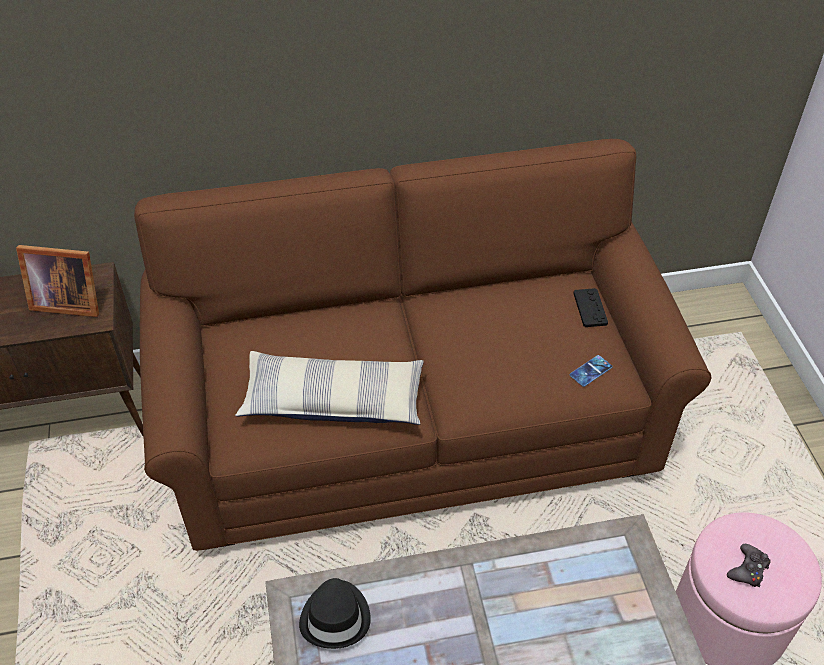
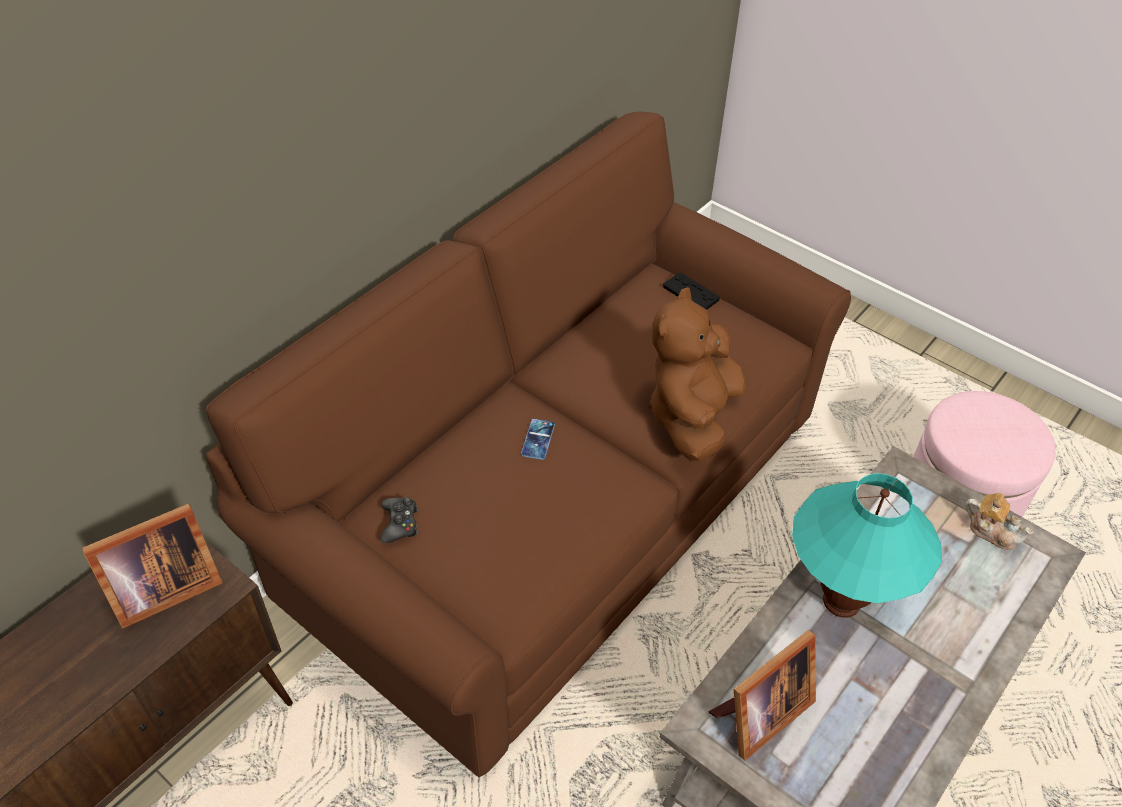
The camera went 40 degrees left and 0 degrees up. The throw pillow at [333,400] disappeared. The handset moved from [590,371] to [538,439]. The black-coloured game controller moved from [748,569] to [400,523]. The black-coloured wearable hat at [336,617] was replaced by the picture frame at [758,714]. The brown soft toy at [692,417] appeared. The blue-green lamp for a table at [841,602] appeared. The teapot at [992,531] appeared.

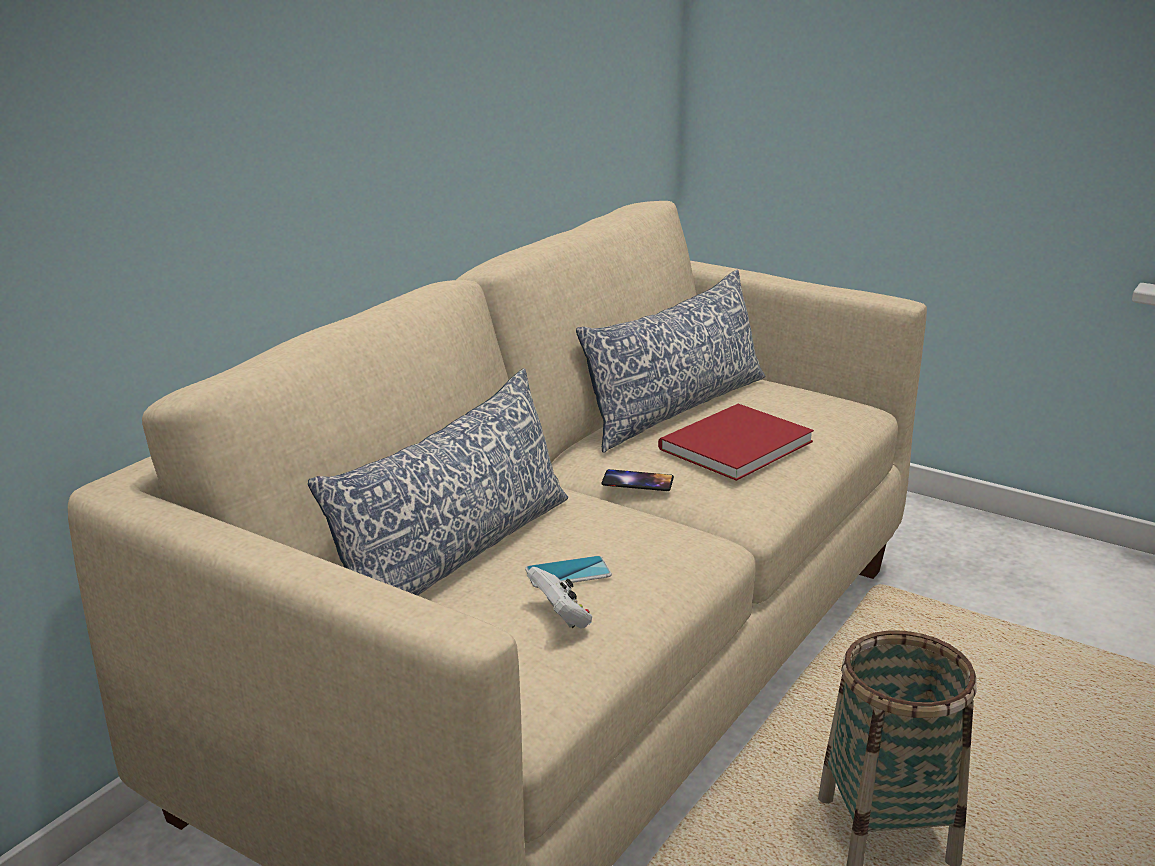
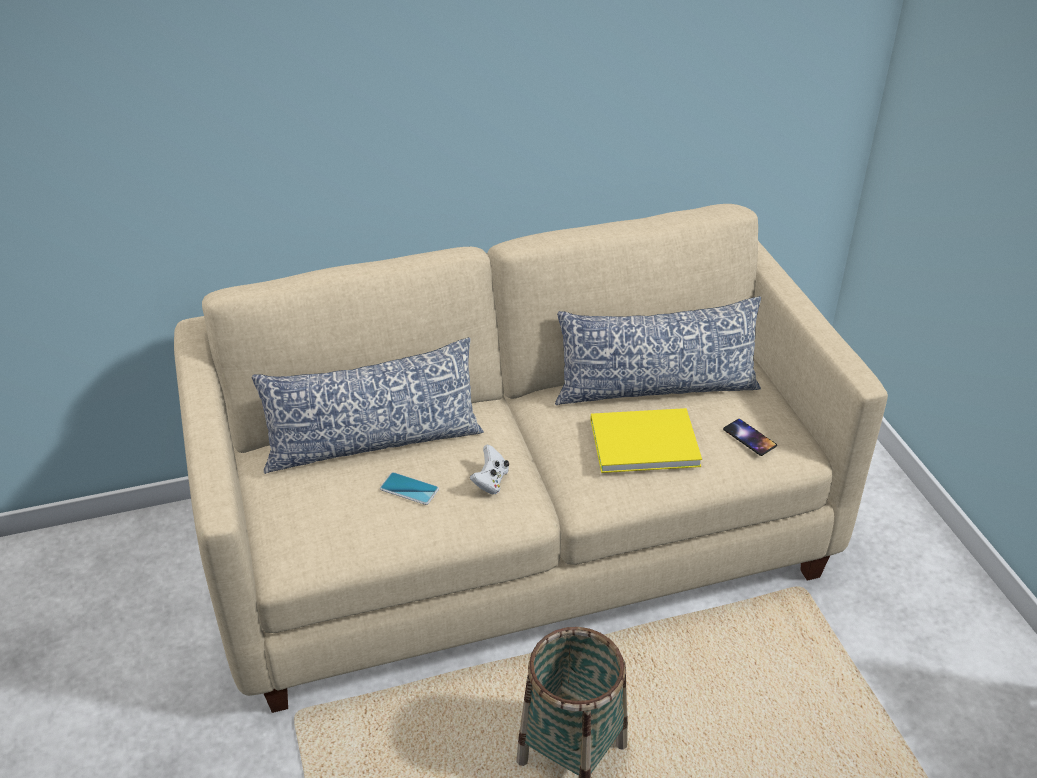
The camera went 40 degrees right and 15 degrees up. The red-coloured bound book at [730,445] became the yellow bound book at [640,441]. The handset moved from [637,481] to [749,437]. The whitish game controller moved from [561,618] to [490,481].

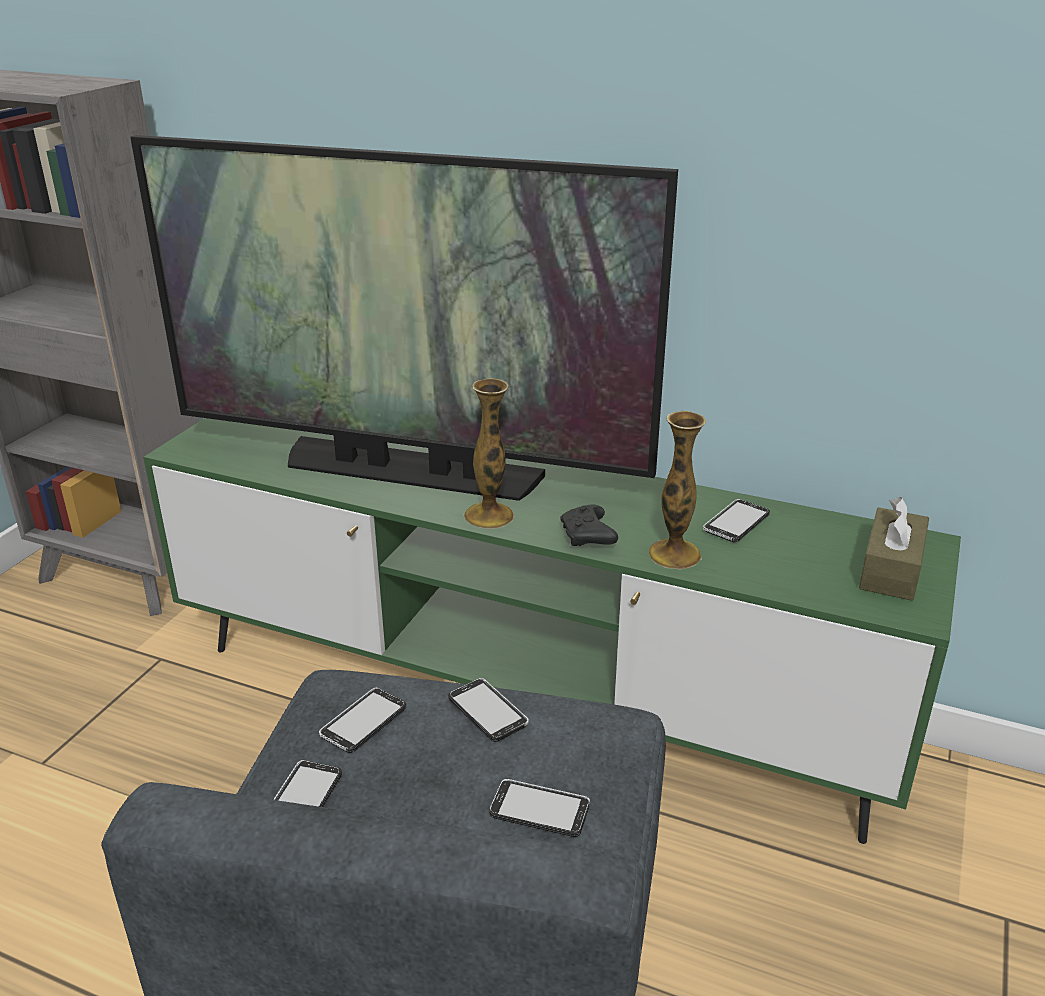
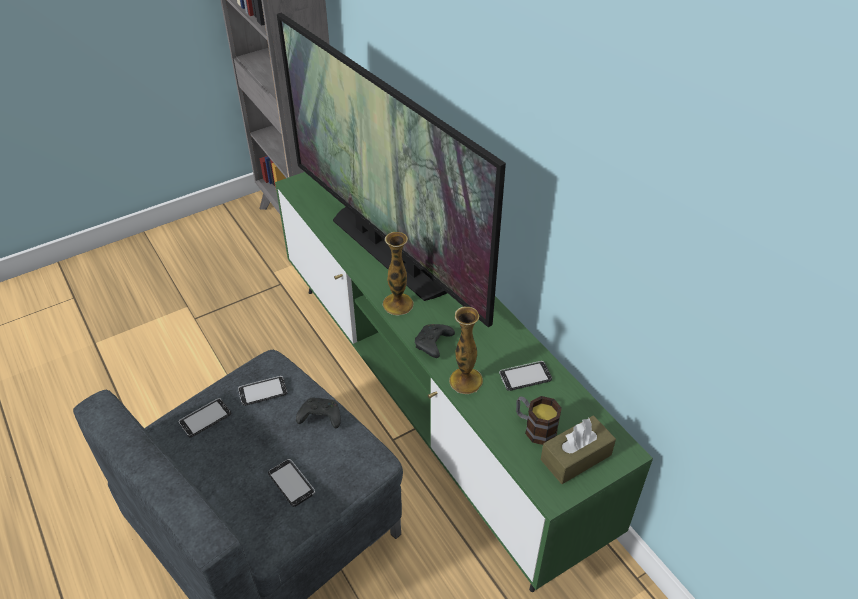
The camera went 35 degrees right and 15 degrees up. The handset at [487,712] was replaced by the black-coloured game controller at [319,417]. The tea mug at [535,427] appeared.

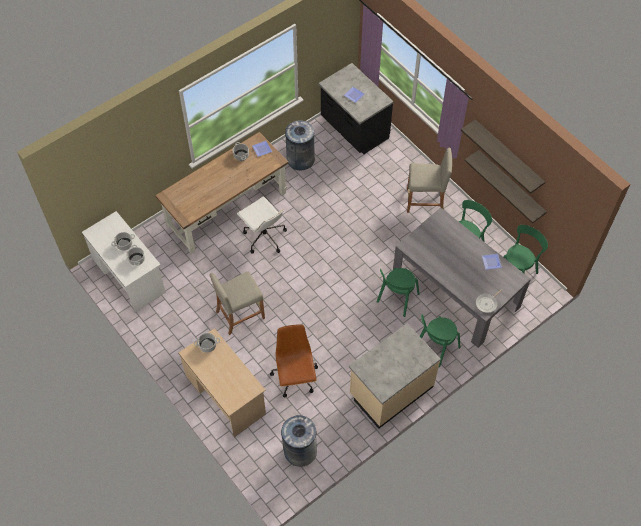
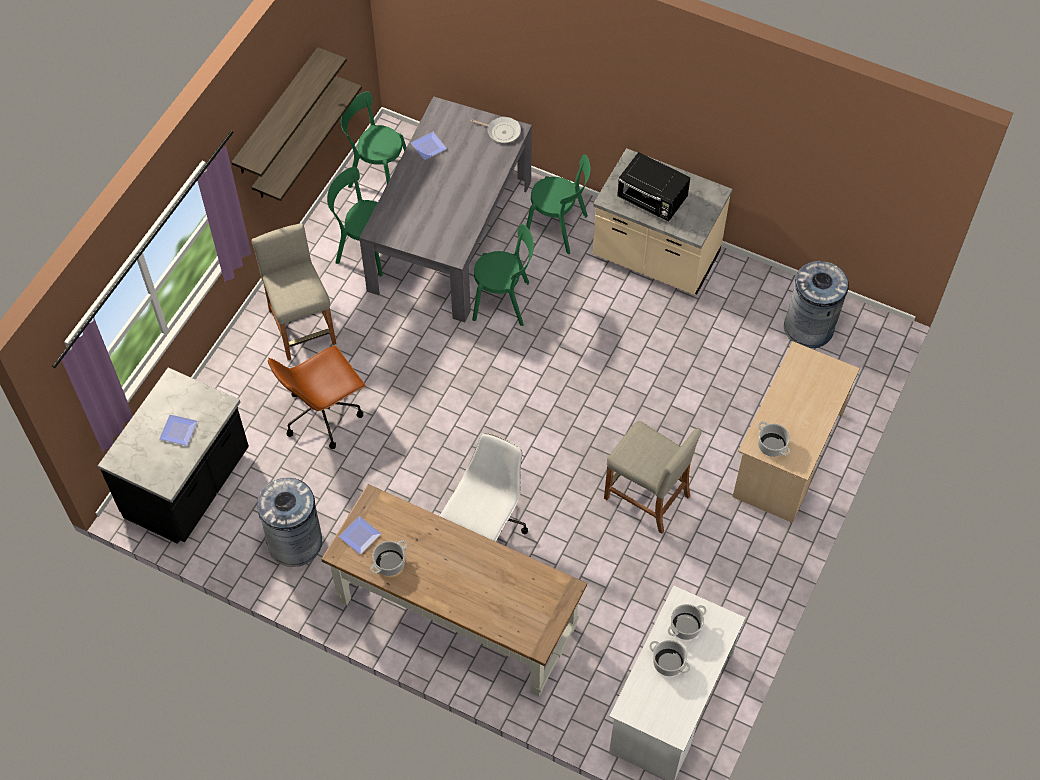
The camera went 115 degrees left and 0 degrees up. The brown computer chair moved from [295,377] to [323,414]. The black-coloured microwave at [652,200] appeared.

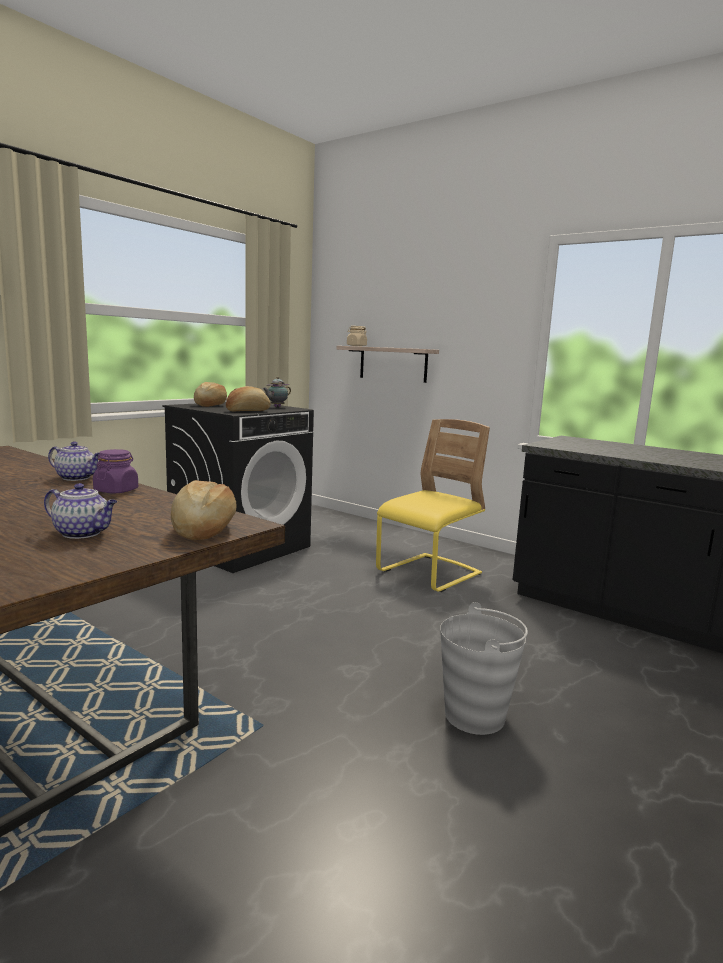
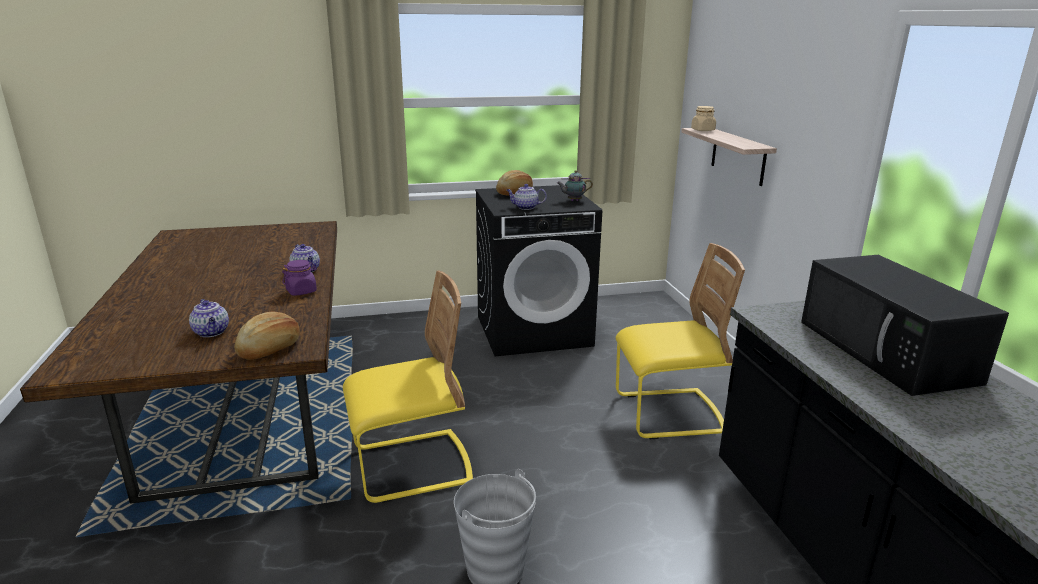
The camera went 40 degrees right and 10 degrees up. The bakery bread at [247,411] was replaced by the teapot at [525,207]. The black-coloured microwave at [887,352] appeared. The yellow plain chair at [411,466] appeared.

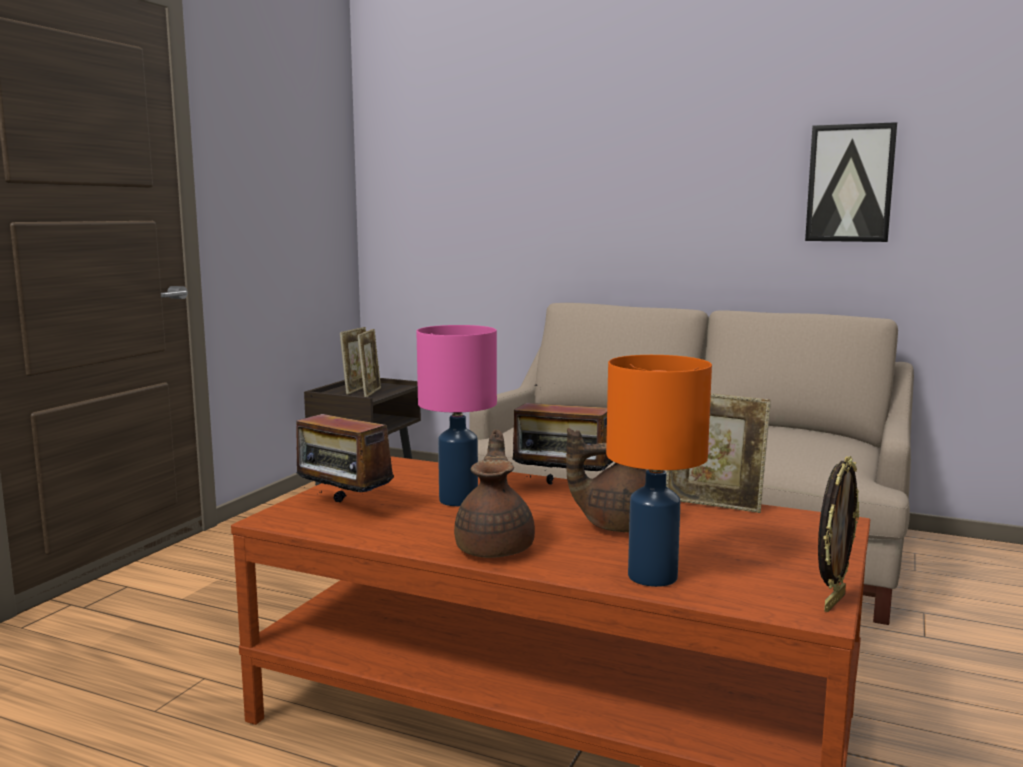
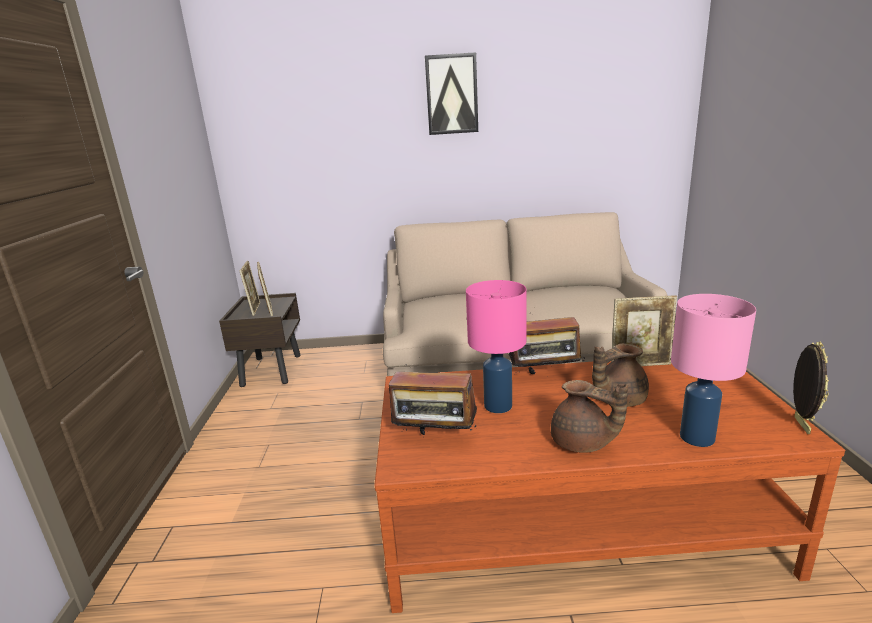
The camera went 25 degrees left and 10 degrees up. The wall picture moved from [850,183] to [451,94]. The orangey lamp for a table at [650,576] became the pink lamp for a table at [696,437]. The brown teapot at [496,548] turned 150 degrees clockwise.

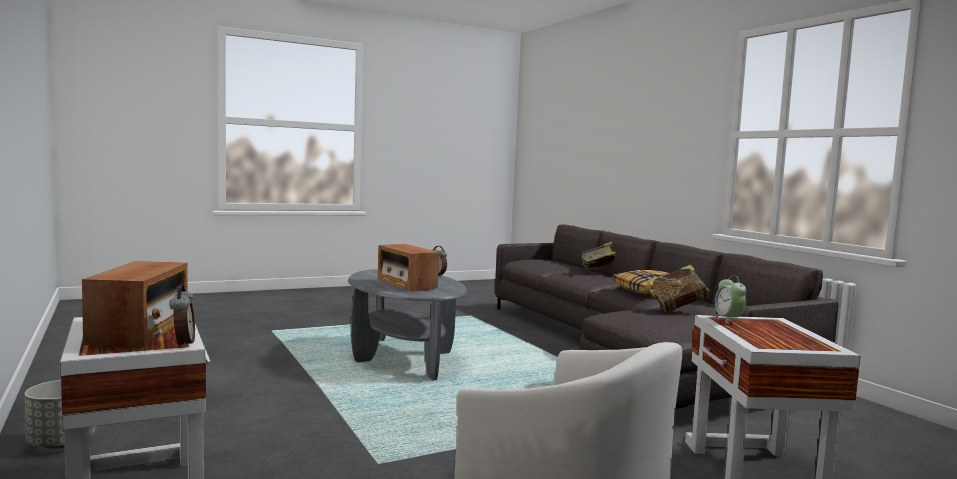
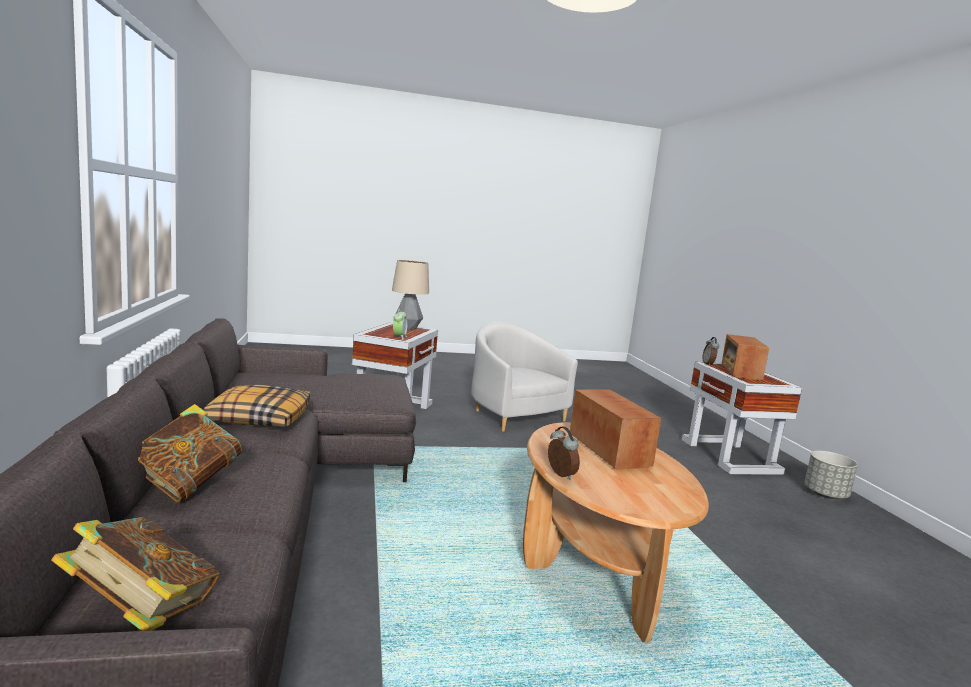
The camera went 165 degrees left and 5 degrees up. The bound book moved from [677,309] to [142,613]. The grey low table at [403,357] became the brown low table at [595,566]. The lamp for a table at [407,328] appeared.

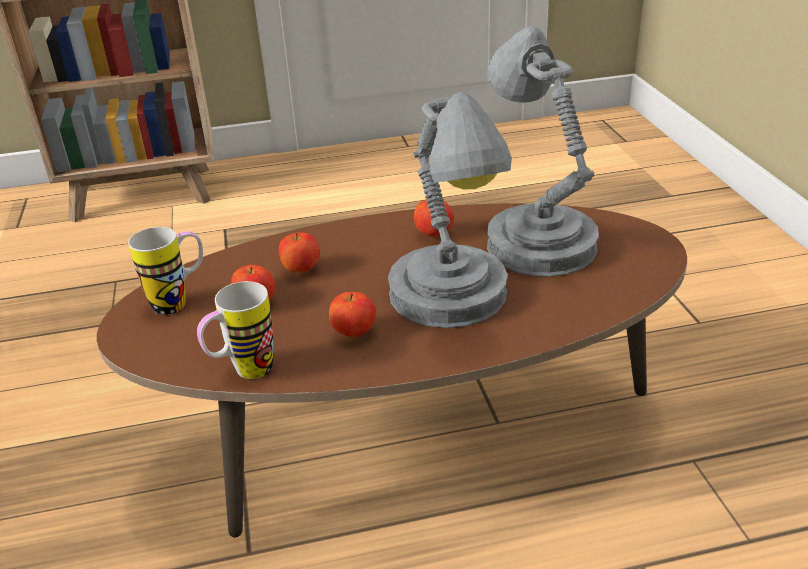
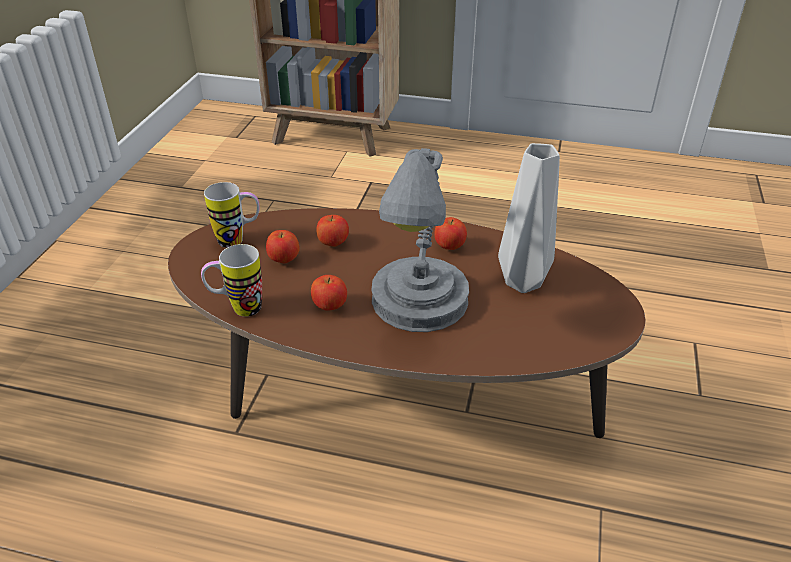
The camera went 25 degrees right and 5 degrees up. The grey lamp for a table at [536,242] was replaced by the grey decorative vase at [523,280].

